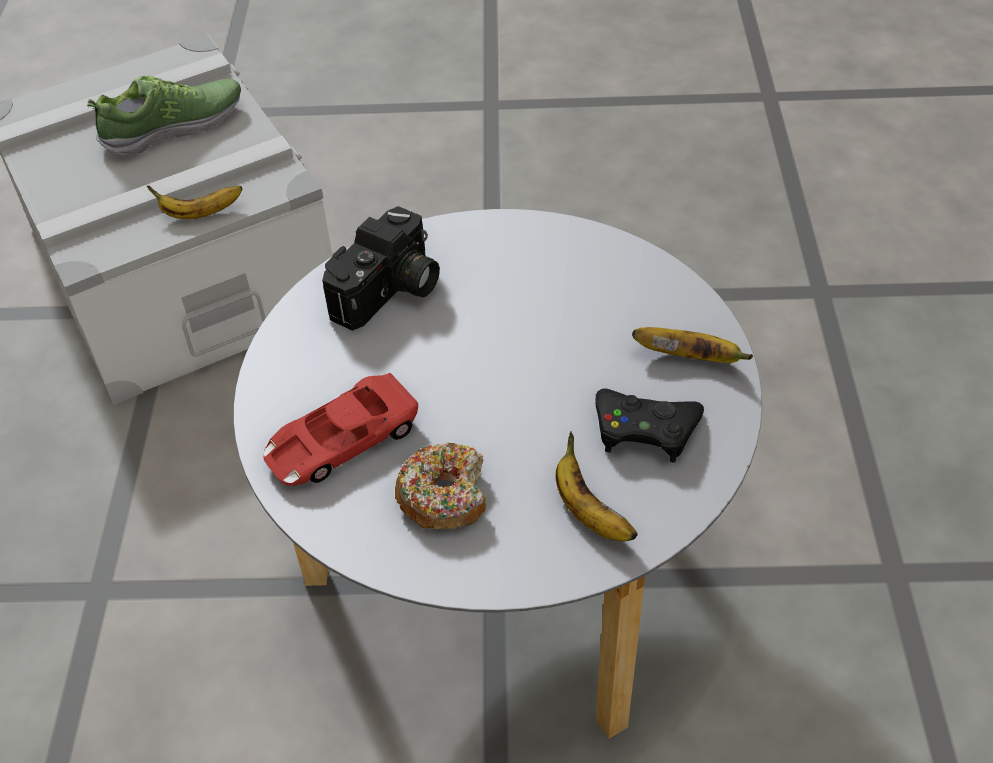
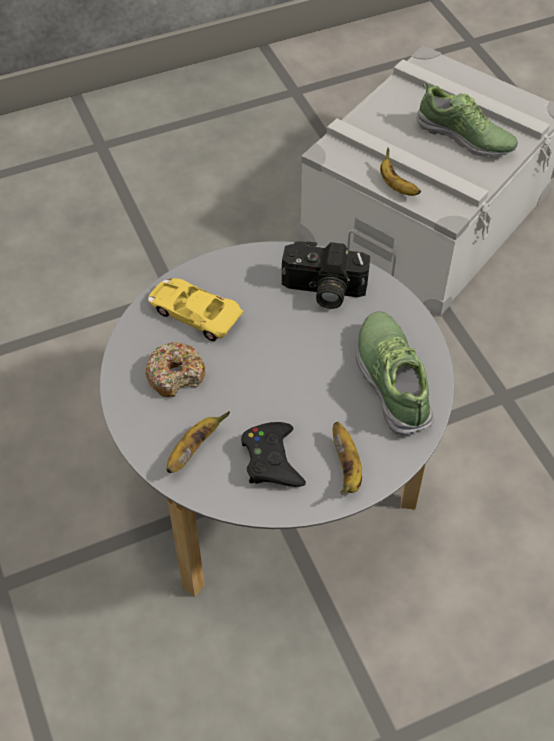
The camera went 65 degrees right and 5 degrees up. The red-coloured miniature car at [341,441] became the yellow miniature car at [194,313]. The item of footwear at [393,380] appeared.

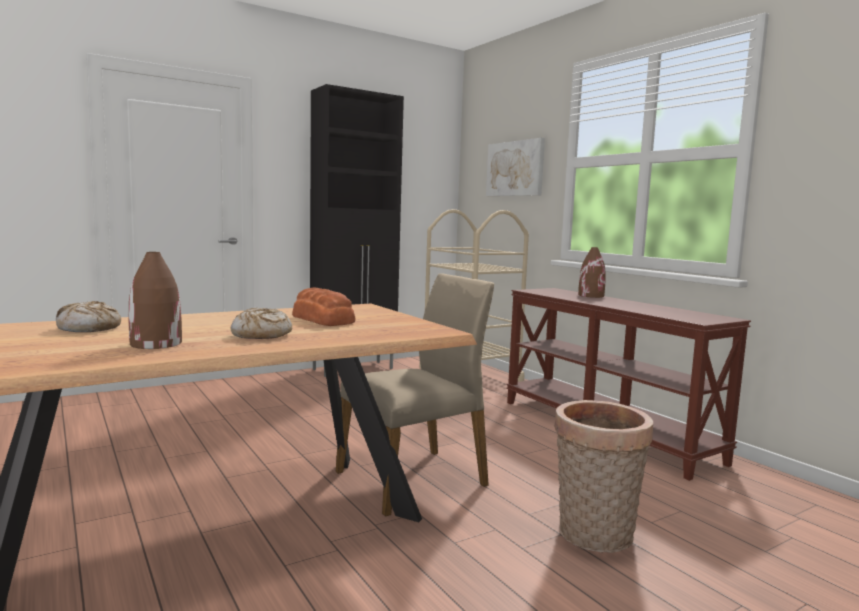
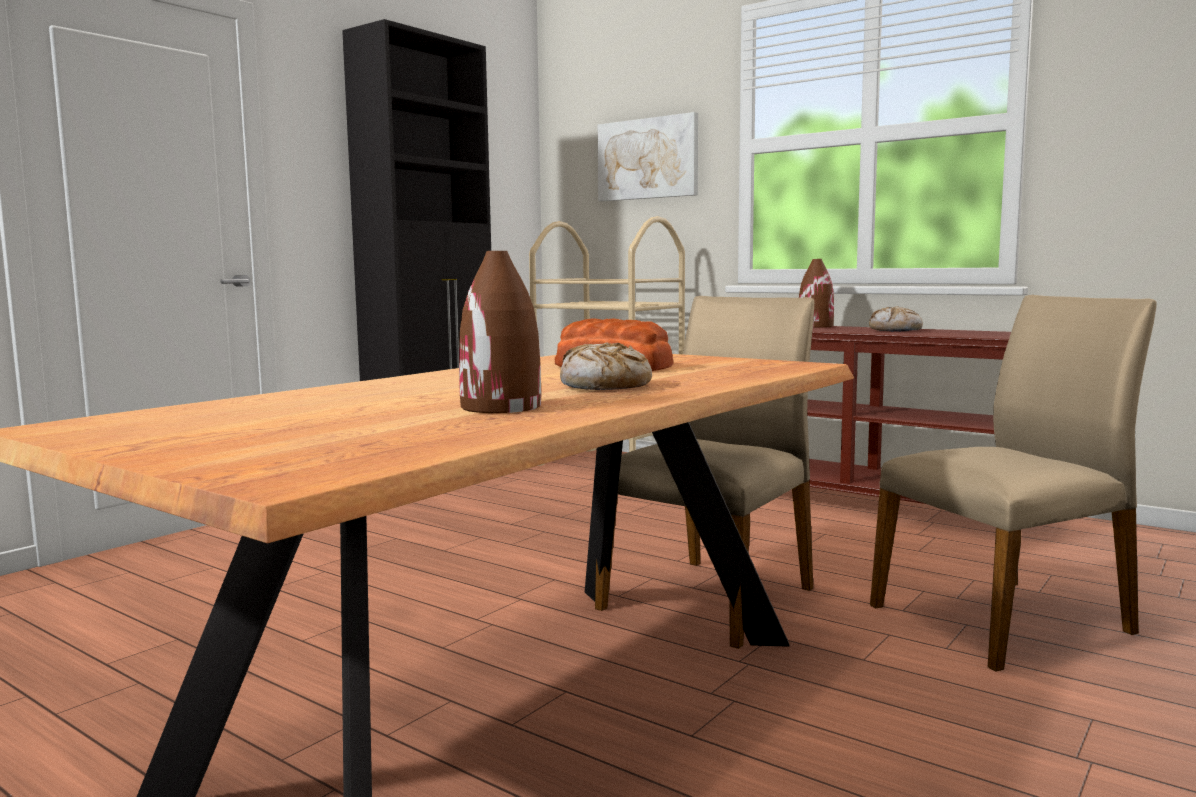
The camera went 20 degrees left and 0 degrees up. The bakery bread moved from [89,328] to [895,330]. The basket at [594,537] was replaced by the beige plain chair at [1004,619].

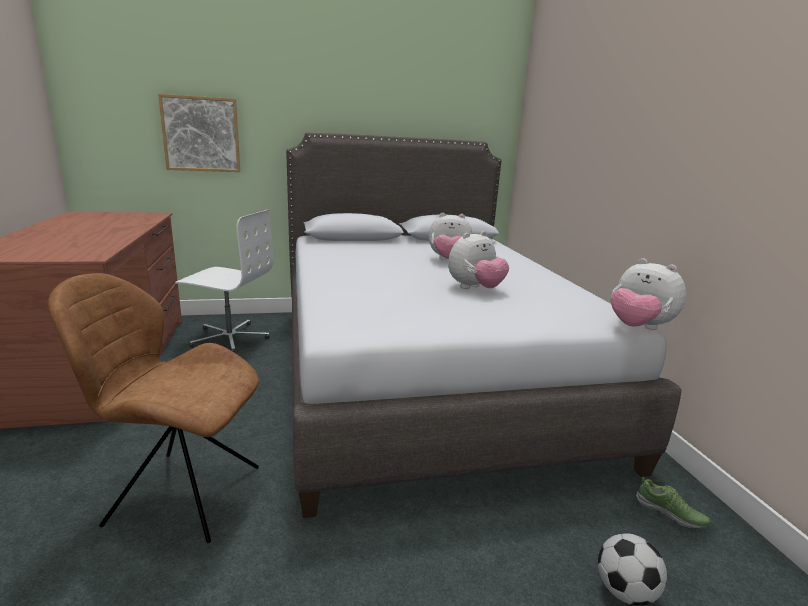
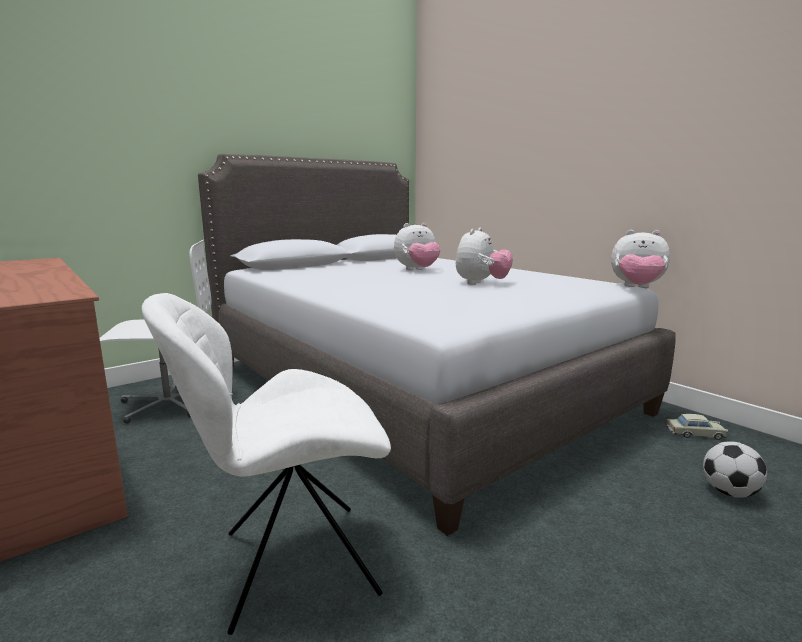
The camera went 25 degrees left and 5 degrees down. The wall picture at [201,134] disappeared. The brown plain chair at [180,493] became the whitish plain chair at [291,564]. The item of footwear at [670,513] was replaced by the beige miniature car at [695,434].

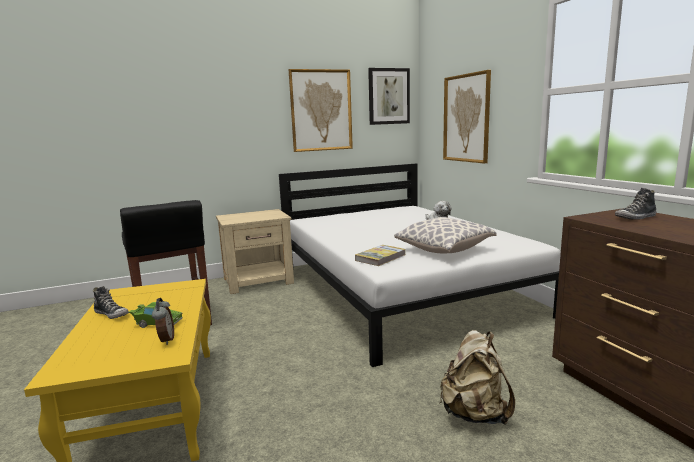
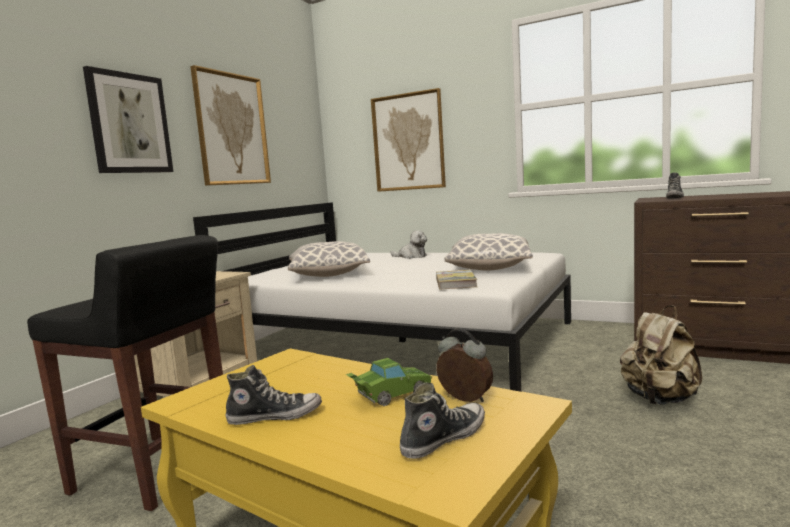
The camera went 40 degrees left and 5 degrees down. The wall picture moved from [388,96] to [129,123]. The throw pillow at [328,275] appeared. The item of footwear at [443,438] appeared.

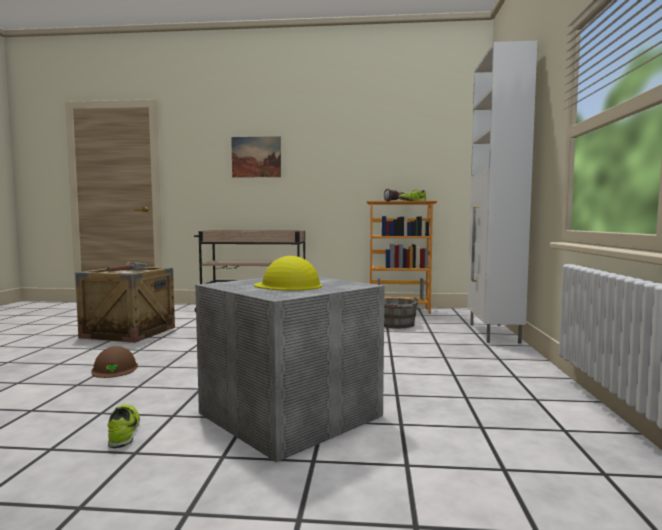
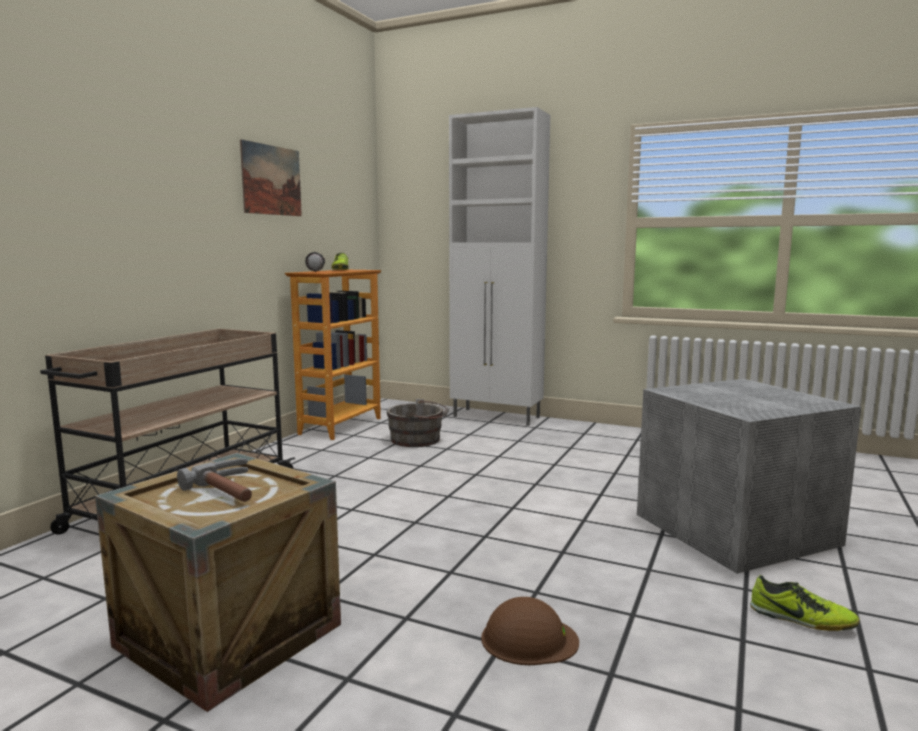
The camera went 70 degrees left and 5 degrees up. The wall picture moved from [256,157] to [271,180]. The yellow safety helmet at [288,285] disappeared. The item of footwear at [123,431] turned 150 degrees counterclockwise.

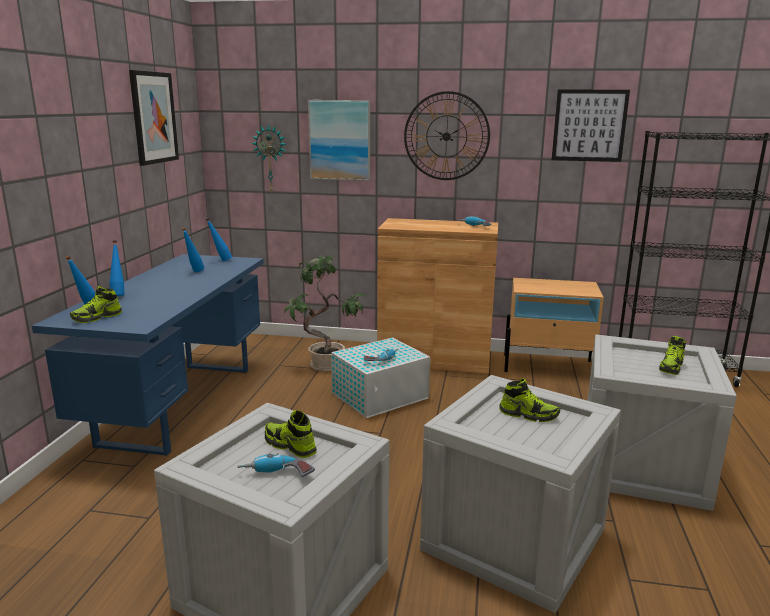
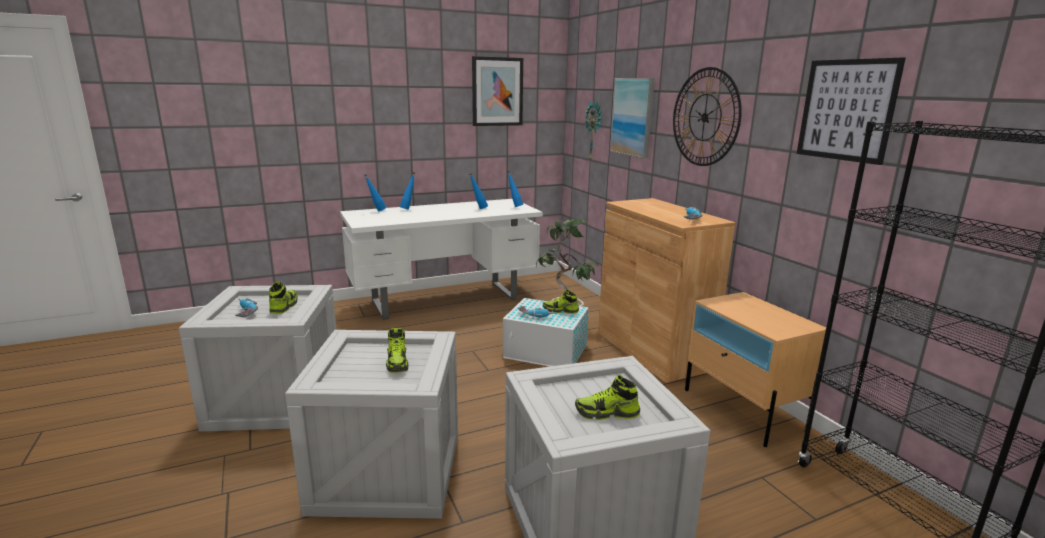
The camera went 55 degrees right and 0 degrees up. The bluish desk unit at [179,404] became the whitish desk unit at [445,299]. The item of footwear moved from [97,317] to [560,311].

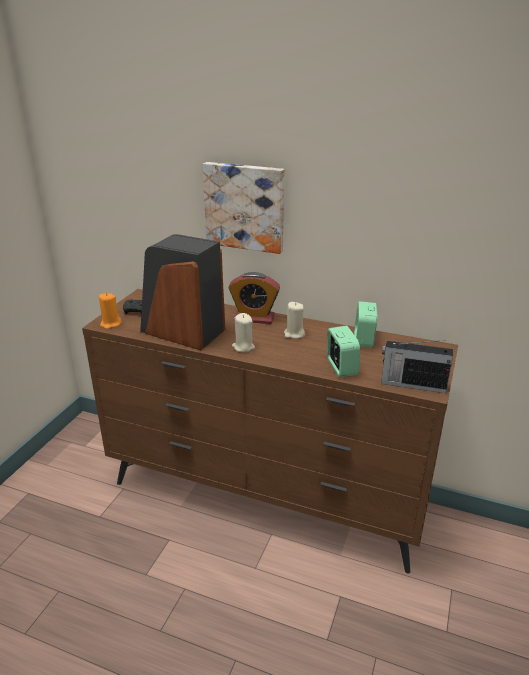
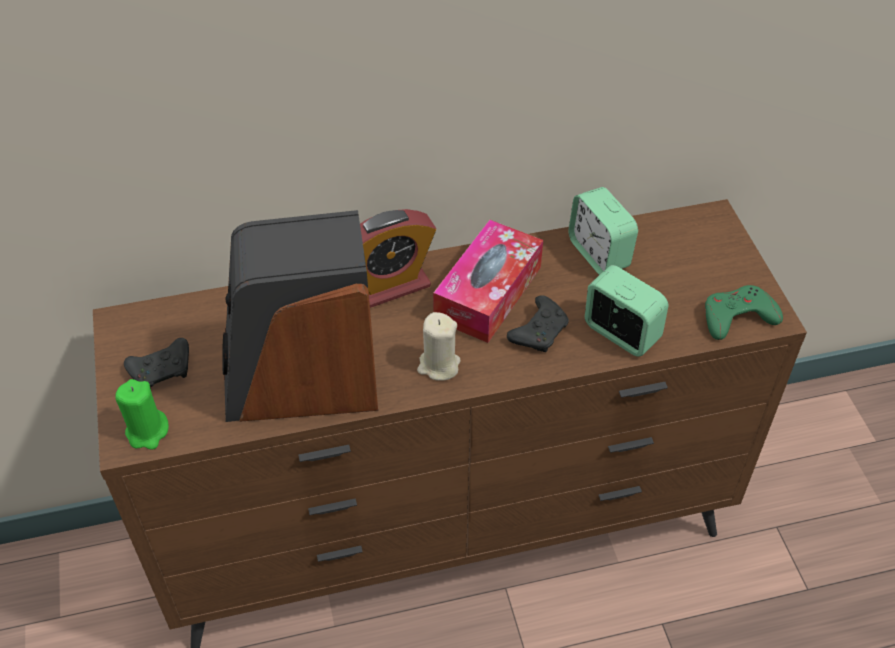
The camera went 35 degrees left and 20 degrees up. The wall picture at [245,206] disappeared. The orangey wax light at [110,324] became the green-coloured wax light at [147,432]. The beige wax light at [294,334] was replaced by the tissue holder at [488,293]. The radio set at [412,384] was replaced by the green-coloured game controller at [737,317]. The black-coloured game controller at [539,331] appeared.

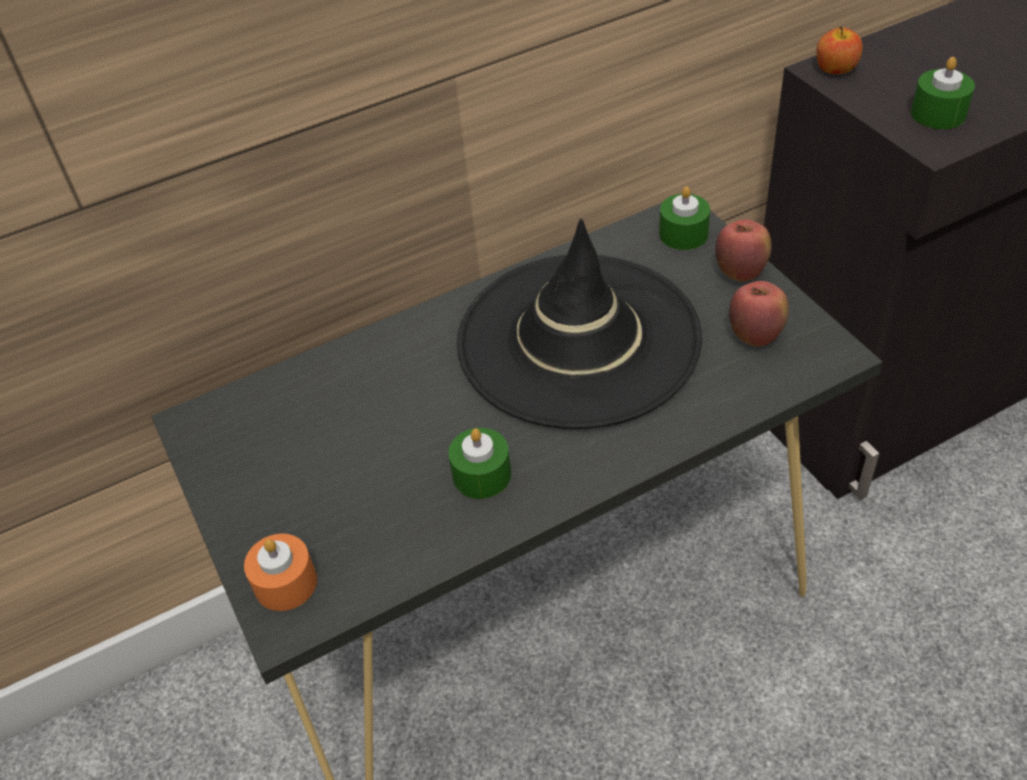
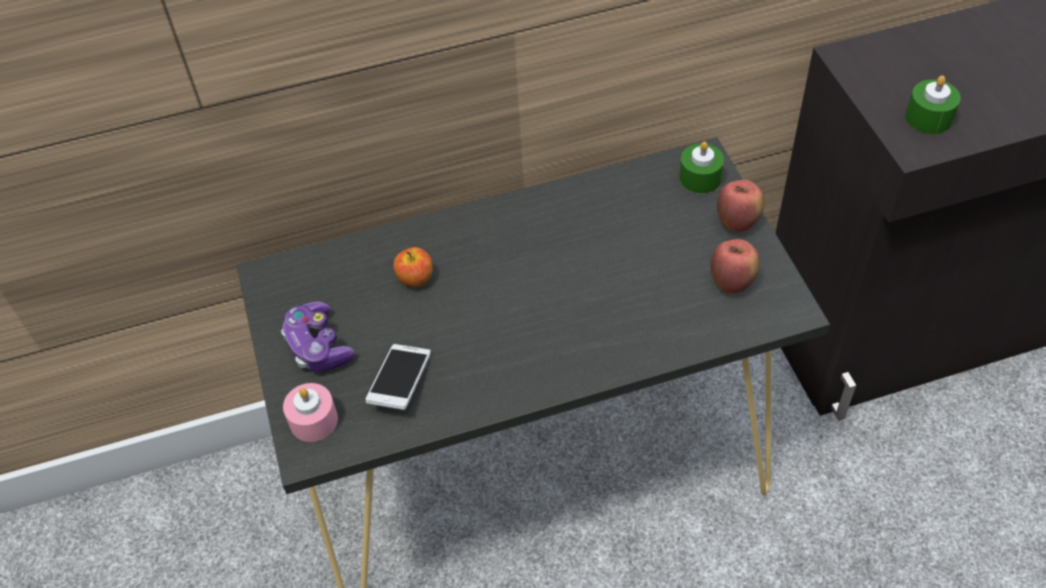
The camera went 10 degrees right and 5 degrees up. The apple moved from [835,69] to [415,278]. The black-coloured wearable hat at [578,339] disappeared. The green-coloured wax light at [482,475] disappeared. The orangey wax light at [285,583] became the pink wax light at [313,420]. The game controller at [318,346] appeared. The handset at [400,383] appeared.

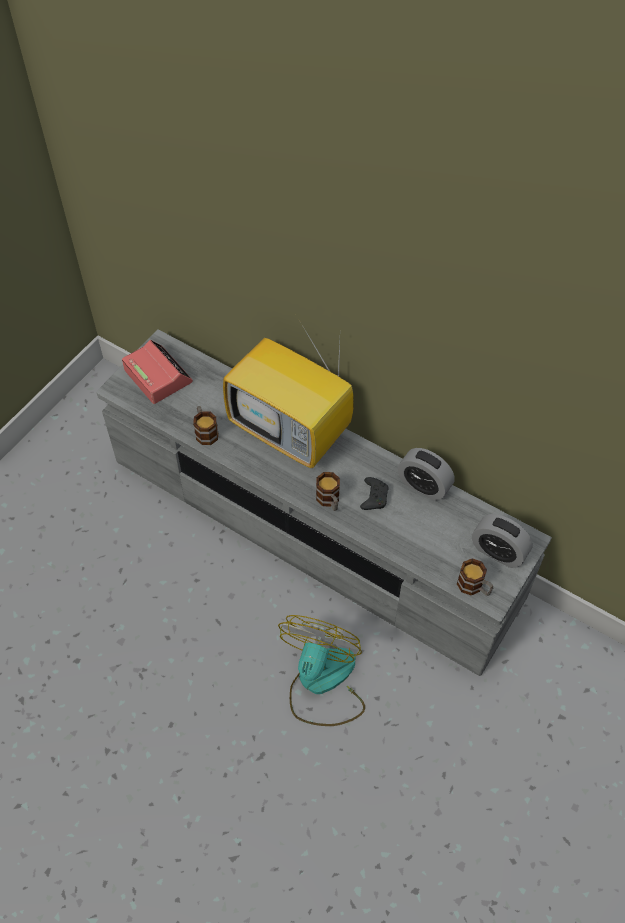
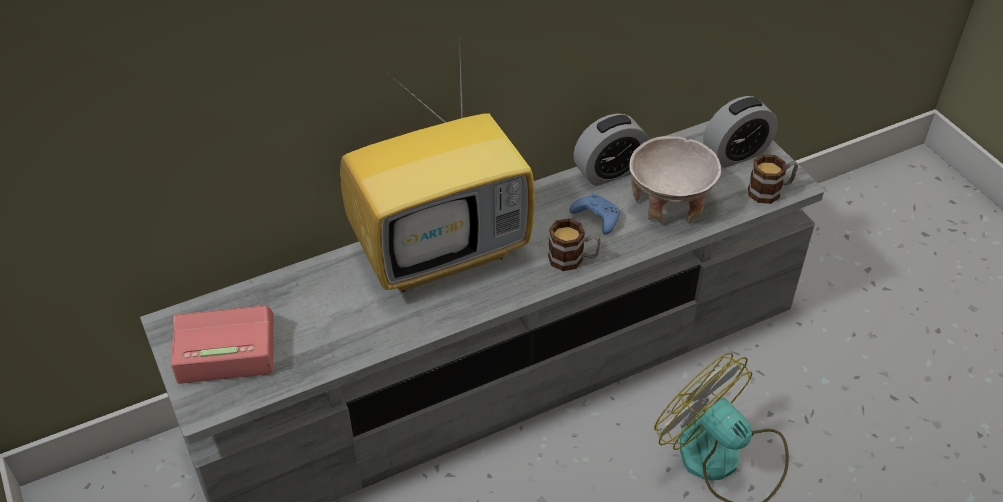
The camera went 60 degrees left and 10 degrees down. The tea mug at [205,431] disappeared. The black-coloured game controller at [374,497] became the bluish game controller at [595,218]. The beige deep dish at [669,203] appeared.

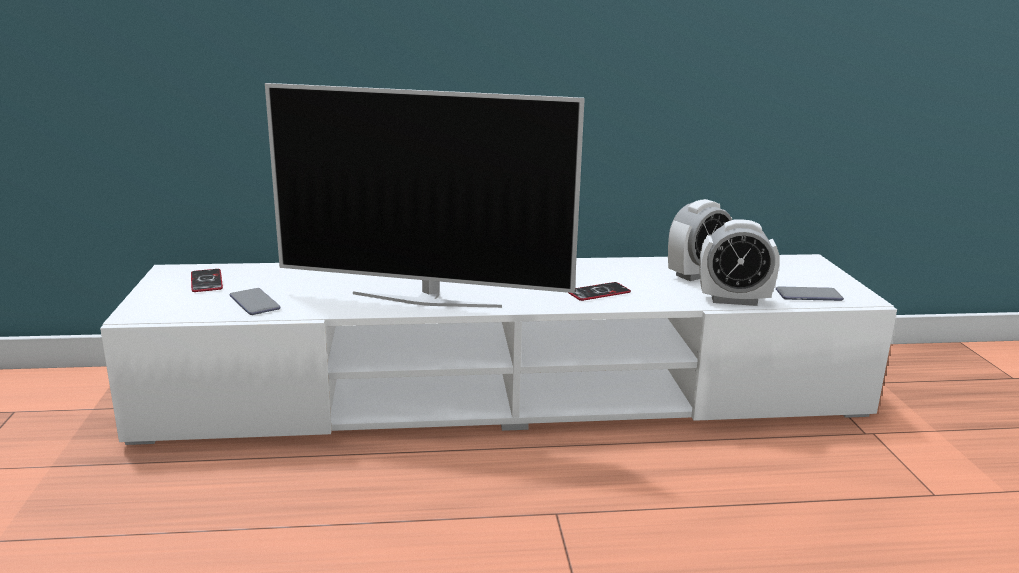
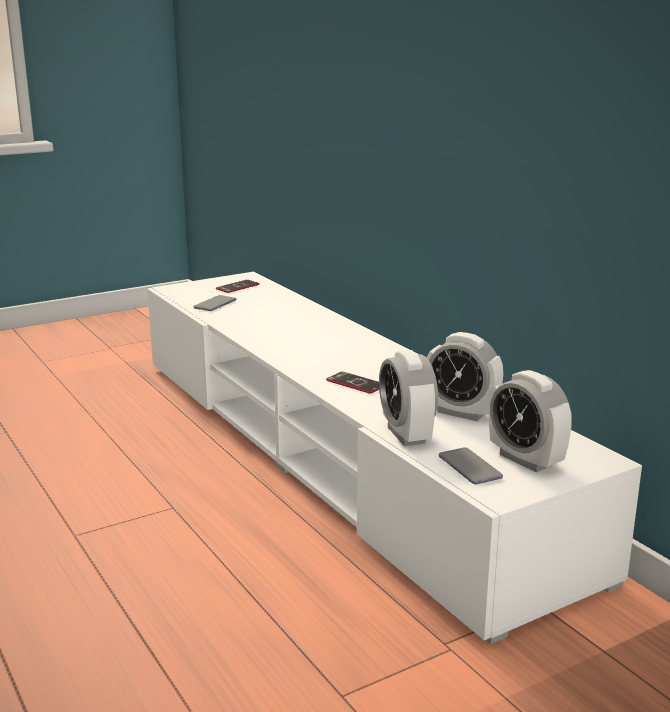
The camera went 65 degrees right and 0 degrees up. The television at [427,299] disappeared. The alarm clock at [525,460] appeared.

